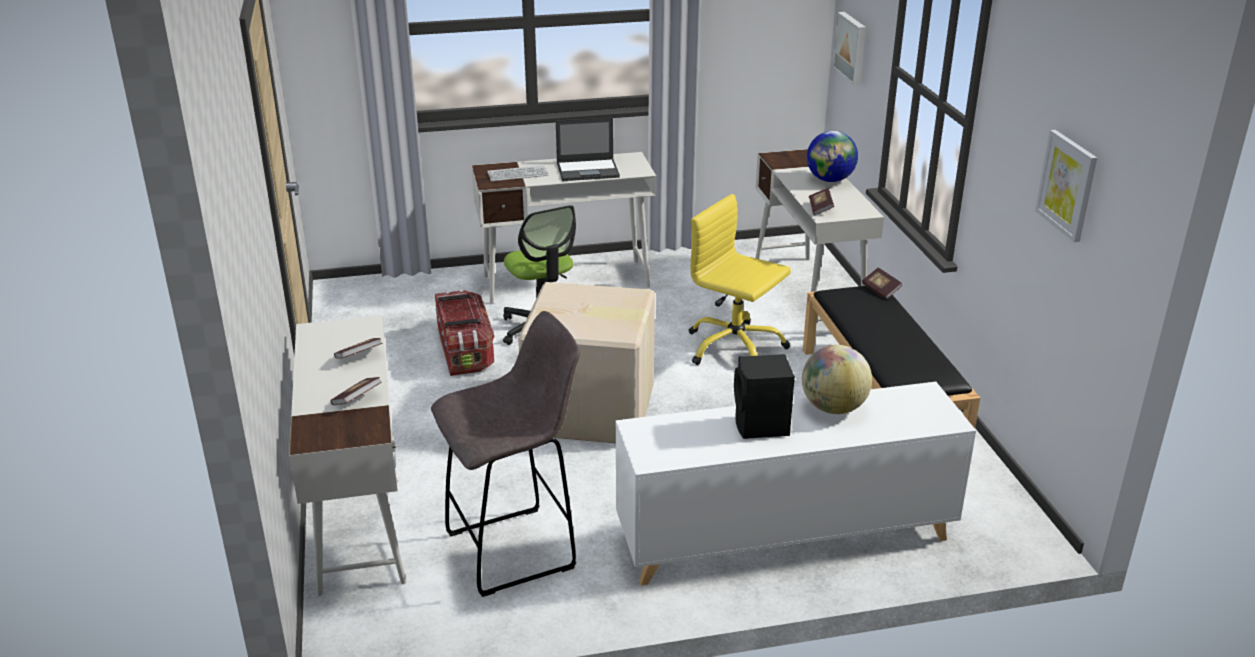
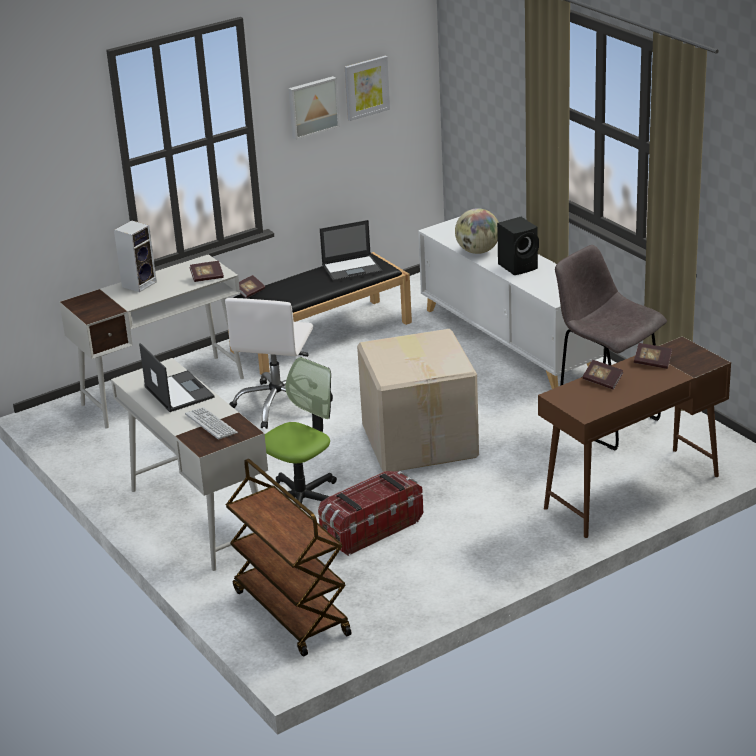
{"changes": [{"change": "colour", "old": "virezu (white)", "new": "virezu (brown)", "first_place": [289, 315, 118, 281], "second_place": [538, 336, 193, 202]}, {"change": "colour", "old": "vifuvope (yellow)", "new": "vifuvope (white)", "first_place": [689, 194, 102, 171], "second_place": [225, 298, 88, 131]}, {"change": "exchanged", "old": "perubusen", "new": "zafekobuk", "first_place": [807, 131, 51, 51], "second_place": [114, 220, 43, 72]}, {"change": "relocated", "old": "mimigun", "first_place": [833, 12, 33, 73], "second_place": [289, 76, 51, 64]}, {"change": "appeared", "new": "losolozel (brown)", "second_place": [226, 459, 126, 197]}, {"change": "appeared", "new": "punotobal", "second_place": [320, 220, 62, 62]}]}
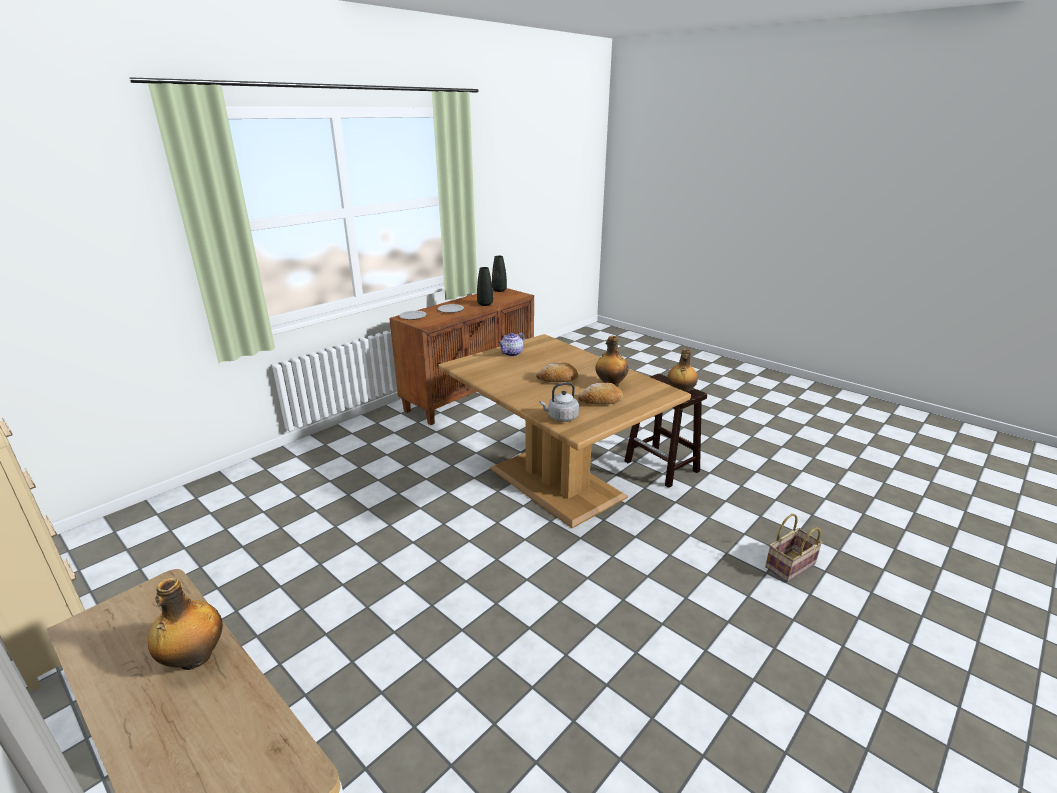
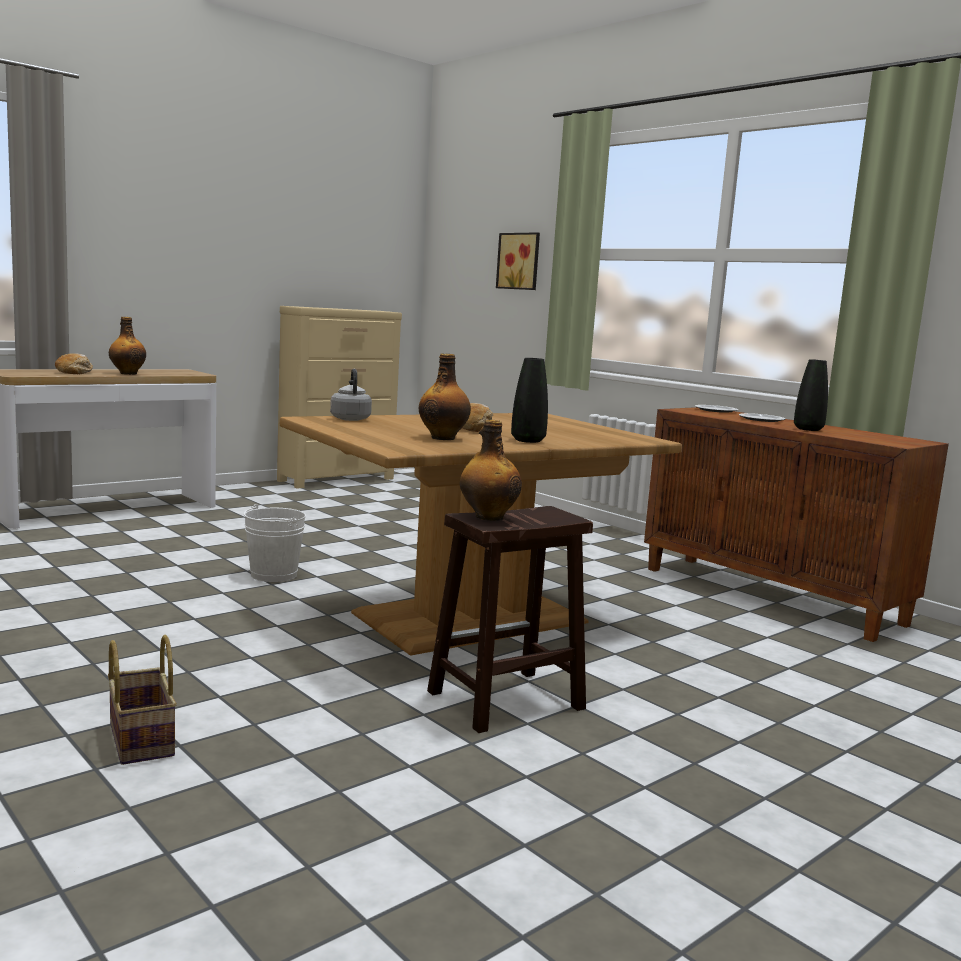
{"changes": [{"change": "relocated", "old": "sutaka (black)", "first_place": [492, 256, 15, 36], "second_place": [511, 358, 37, 85]}, {"change": "missing", "old": "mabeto", "first_place": [499, 332, 26, 24]}, {"change": "relocated", "old": "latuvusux", "first_place": [578, 383, 45, 22], "second_place": [55, 353, 38, 21]}, {"change": "appeared", "new": "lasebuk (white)", "second_place": [244, 504, 62, 78]}, {"change": "appeared", "new": "mimigun", "second_place": [496, 232, 44, 58]}]}
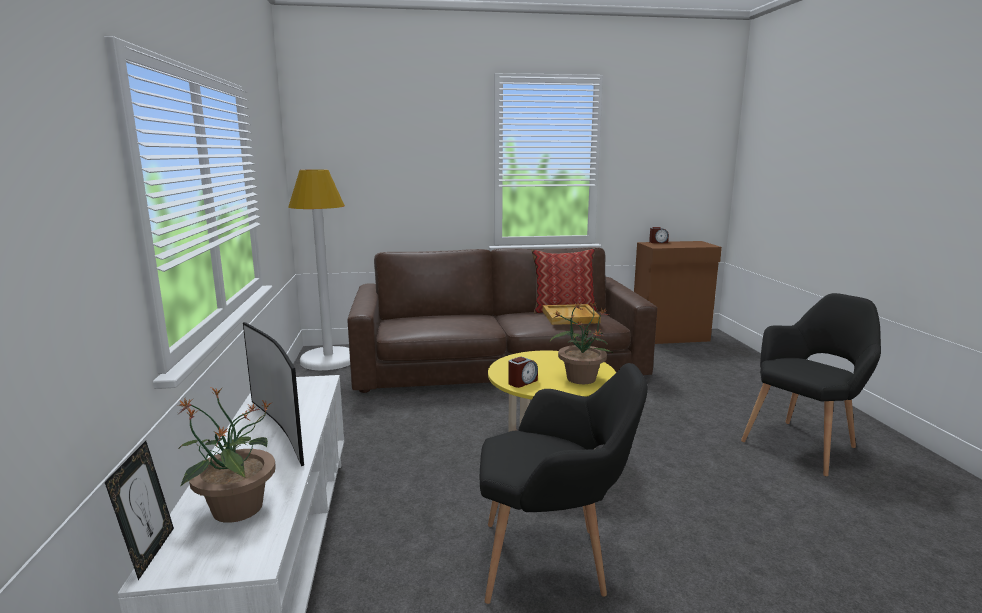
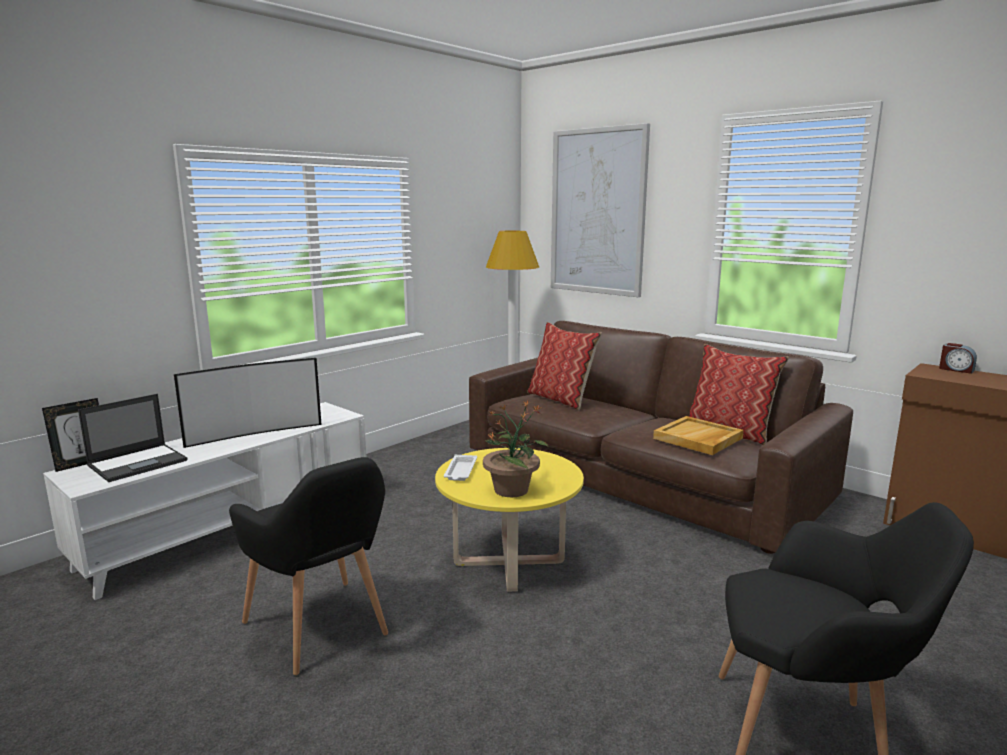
{"changes": [{"change": "exchanged", "old": "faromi", "new": "punotobal", "first_place": [177, 387, 99, 136], "second_place": [78, 394, 109, 88]}, {"change": "spun", "old": "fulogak", "first_place": [243, 322, 61, 144], "second_place": [174, 358, 148, 90], "degrees": -135}, {"change": "exchanged", "old": "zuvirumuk", "new": "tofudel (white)", "first_place": [508, 357, 30, 31], "second_place": [444, 455, 33, 26]}, {"change": "appeared", "new": "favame", "second_place": [527, 322, 75, 89]}, {"change": "appeared", "new": "mimigun", "second_place": [551, 123, 99, 174]}]}
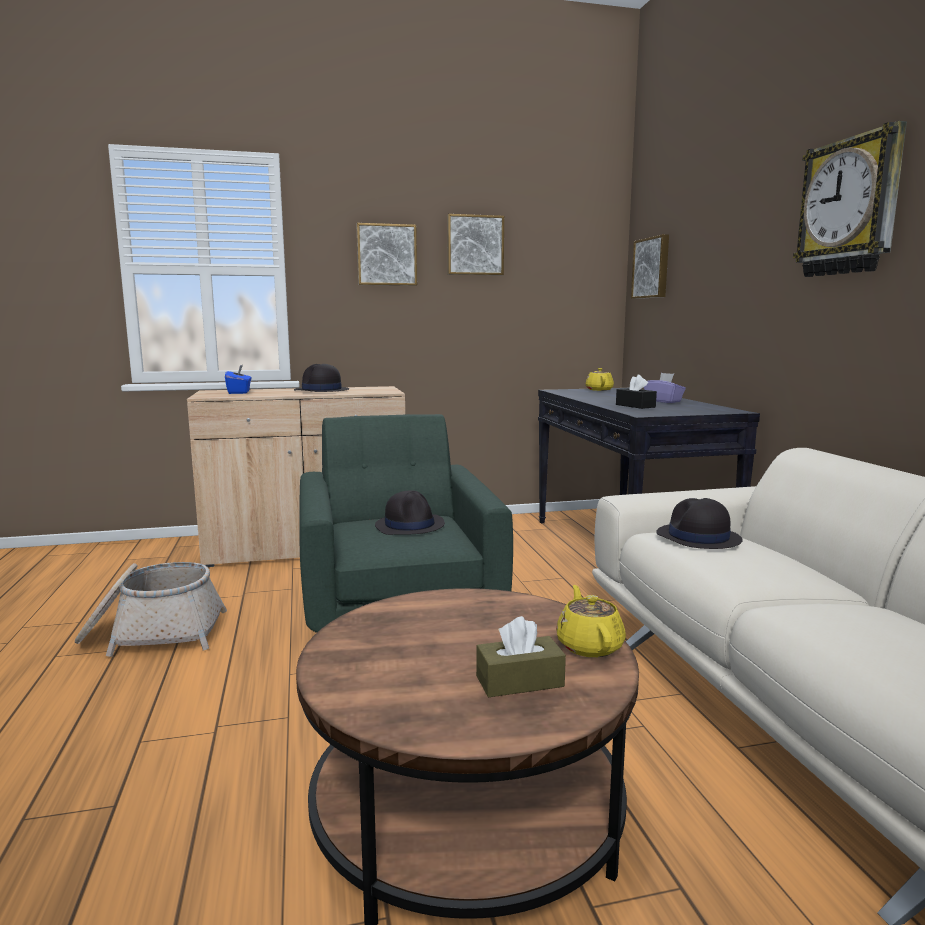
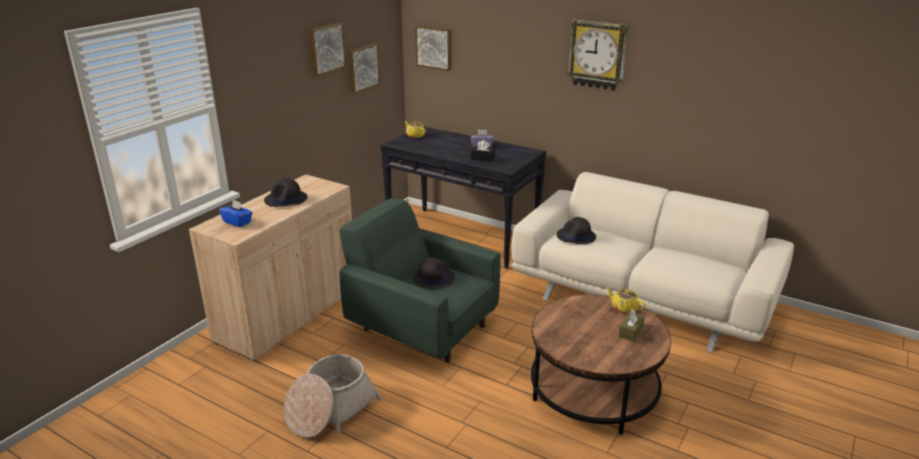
{"changes": [{"change": "relocated", "old": "mimigun", "first_place": [356, 223, 61, 63], "second_place": [348, 43, 32, 51]}]}
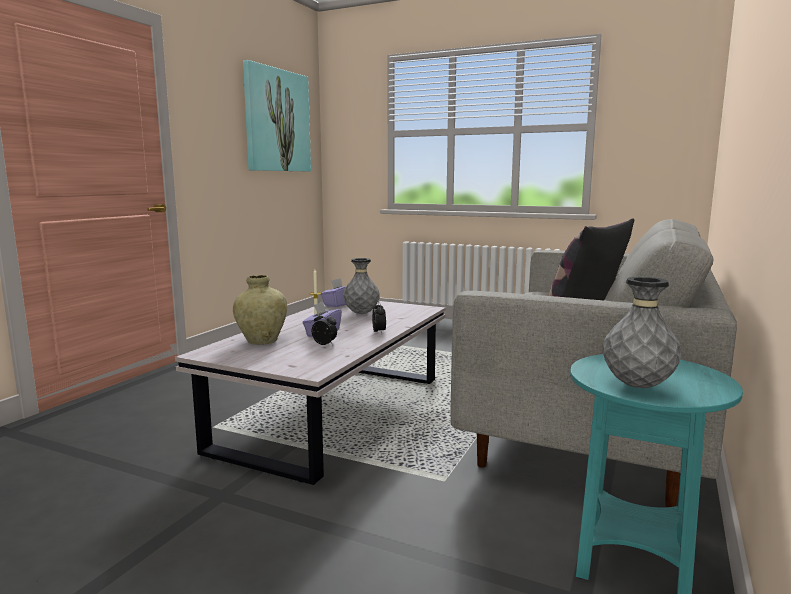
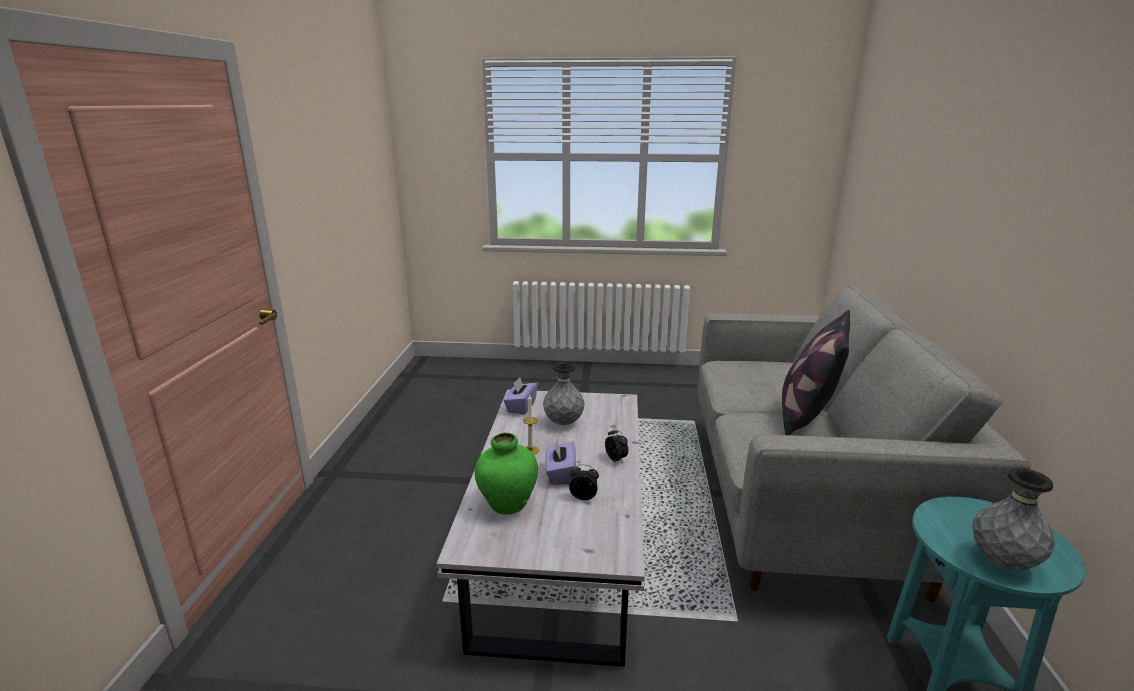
{"changes": [{"change": "colour", "old": "sutaka (beige)", "new": "sutaka (green)", "first_place": [233, 275, 54, 70], "second_place": [475, 432, 63, 83]}, {"change": "missing", "old": "mimigun", "first_place": [243, 60, 68, 112]}]}
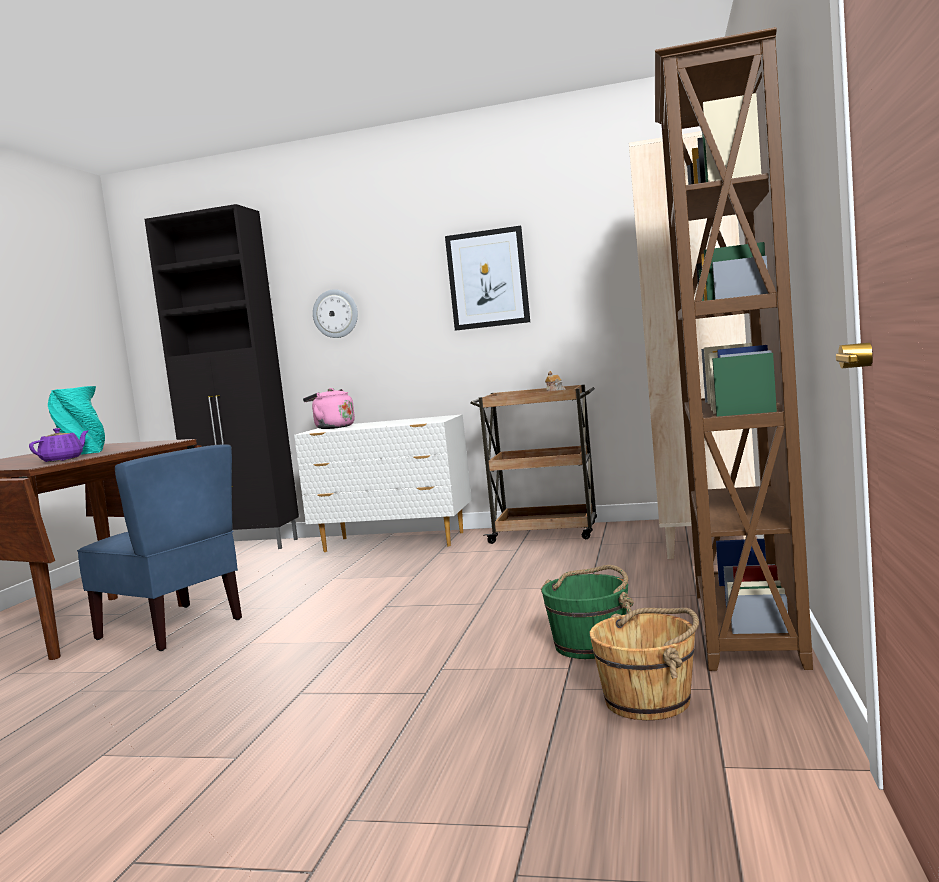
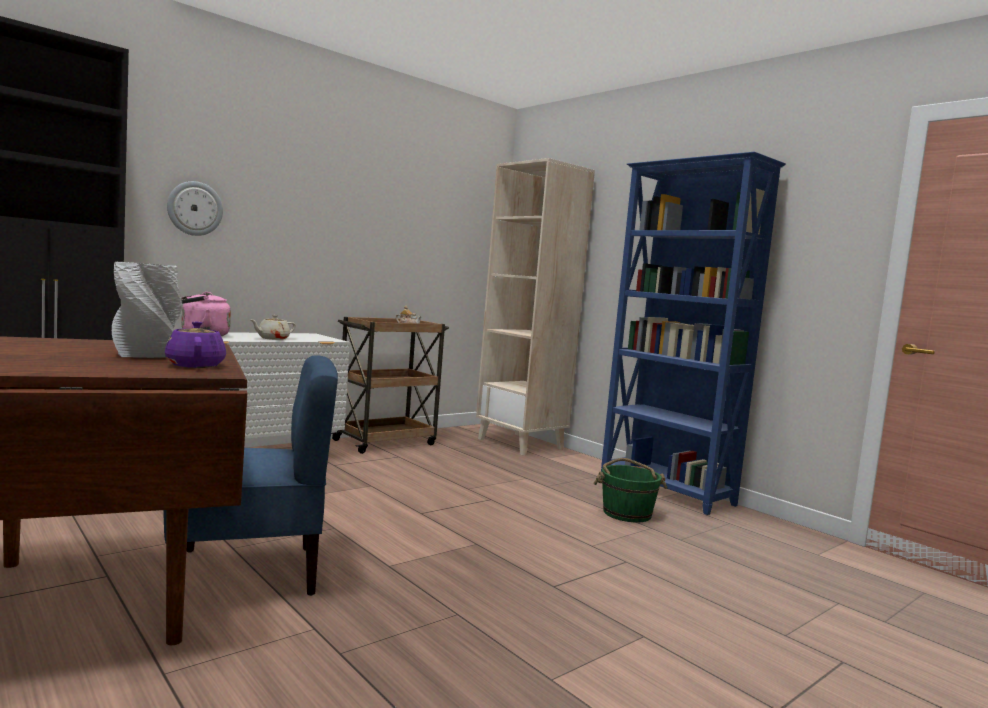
{"changes": [{"change": "colour", "old": "sutaka (turquoise)", "new": "sutaka (grey)", "first_place": [48, 386, 57, 69], "second_place": [112, 262, 70, 96]}, {"change": "missing", "old": "mimigun", "first_place": [445, 226, 85, 105]}, {"change": "missing", "old": "lasebuk (brown)", "first_place": [590, 608, 109, 112]}, {"change": "colour", "old": "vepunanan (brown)", "new": "vepunanan (blue)", "first_place": [655, 27, 158, 644], "second_place": [601, 151, 185, 364]}, {"change": "appeared", "new": "mabeto (beige)", "second_place": [251, 315, 45, 25]}]}
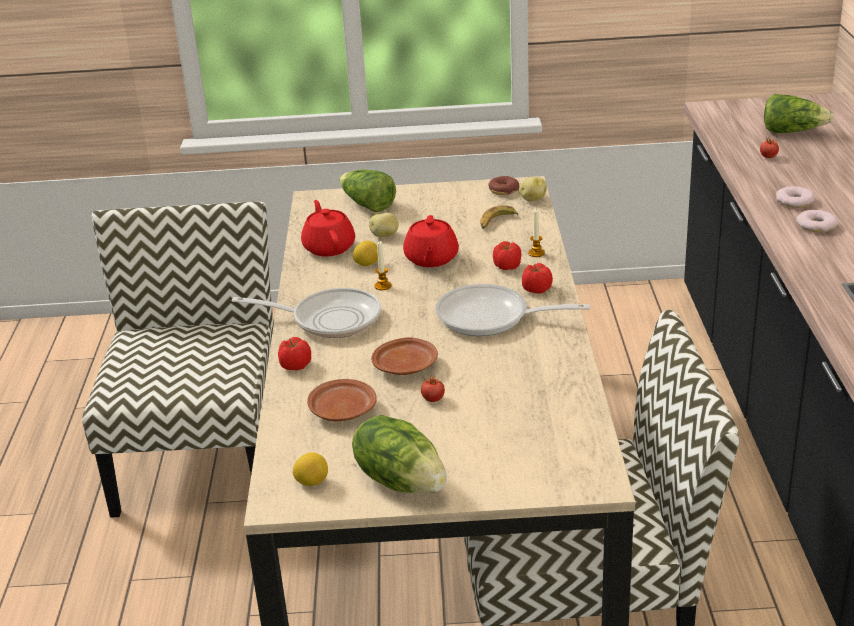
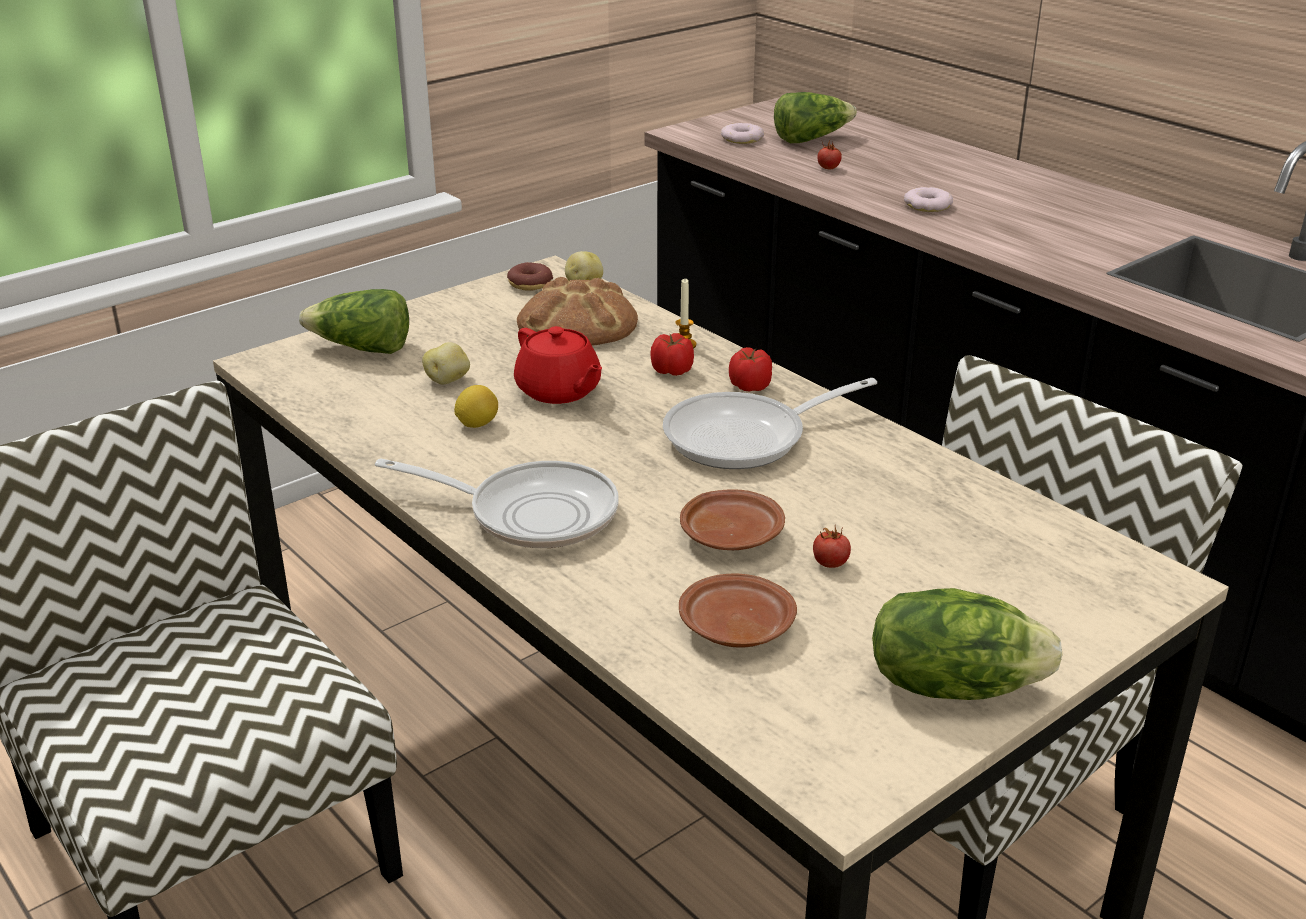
{"changes": [{"change": "spun", "old": "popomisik", "first_place": [232, 288, 149, 50], "second_place": [375, 458, 243, 90], "degrees": 45}, {"change": "missing", "old": "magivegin", "first_place": [278, 337, 33, 34]}, {"change": "missing", "old": "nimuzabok", "first_place": [293, 452, 35, 34]}, {"change": "missing", "old": "mabeto (red)", "first_place": [301, 200, 54, 57]}, {"change": "missing", "old": "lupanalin", "first_place": [374, 241, 18, 49]}, {"change": "exchanged", "old": "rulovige", "new": "latuvusux", "first_place": [480, 205, 39, 24], "second_place": [517, 277, 121, 69]}, {"change": "relocated", "old": "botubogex", "first_place": [796, 210, 42, 22], "second_place": [721, 123, 43, 21]}]}
